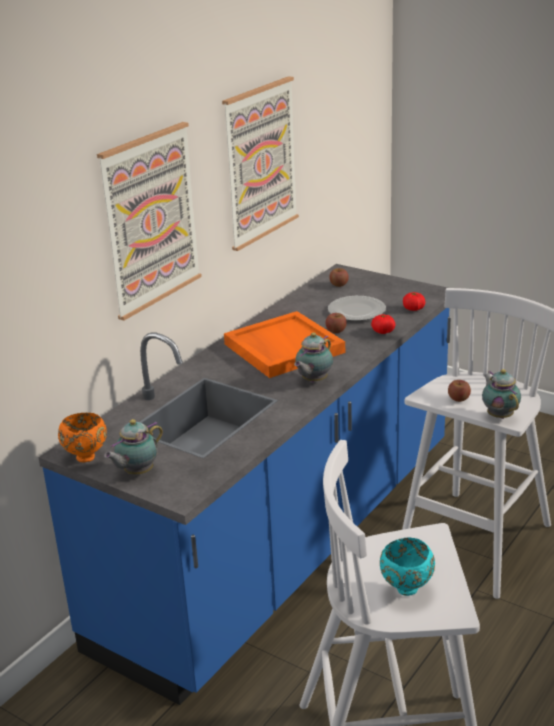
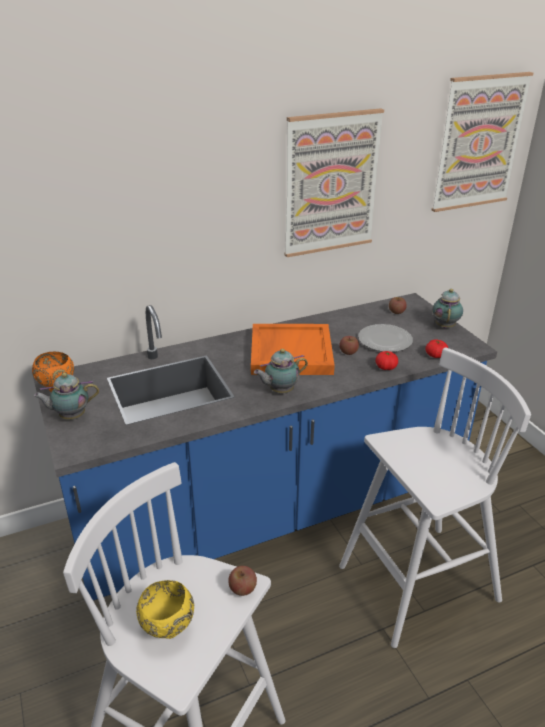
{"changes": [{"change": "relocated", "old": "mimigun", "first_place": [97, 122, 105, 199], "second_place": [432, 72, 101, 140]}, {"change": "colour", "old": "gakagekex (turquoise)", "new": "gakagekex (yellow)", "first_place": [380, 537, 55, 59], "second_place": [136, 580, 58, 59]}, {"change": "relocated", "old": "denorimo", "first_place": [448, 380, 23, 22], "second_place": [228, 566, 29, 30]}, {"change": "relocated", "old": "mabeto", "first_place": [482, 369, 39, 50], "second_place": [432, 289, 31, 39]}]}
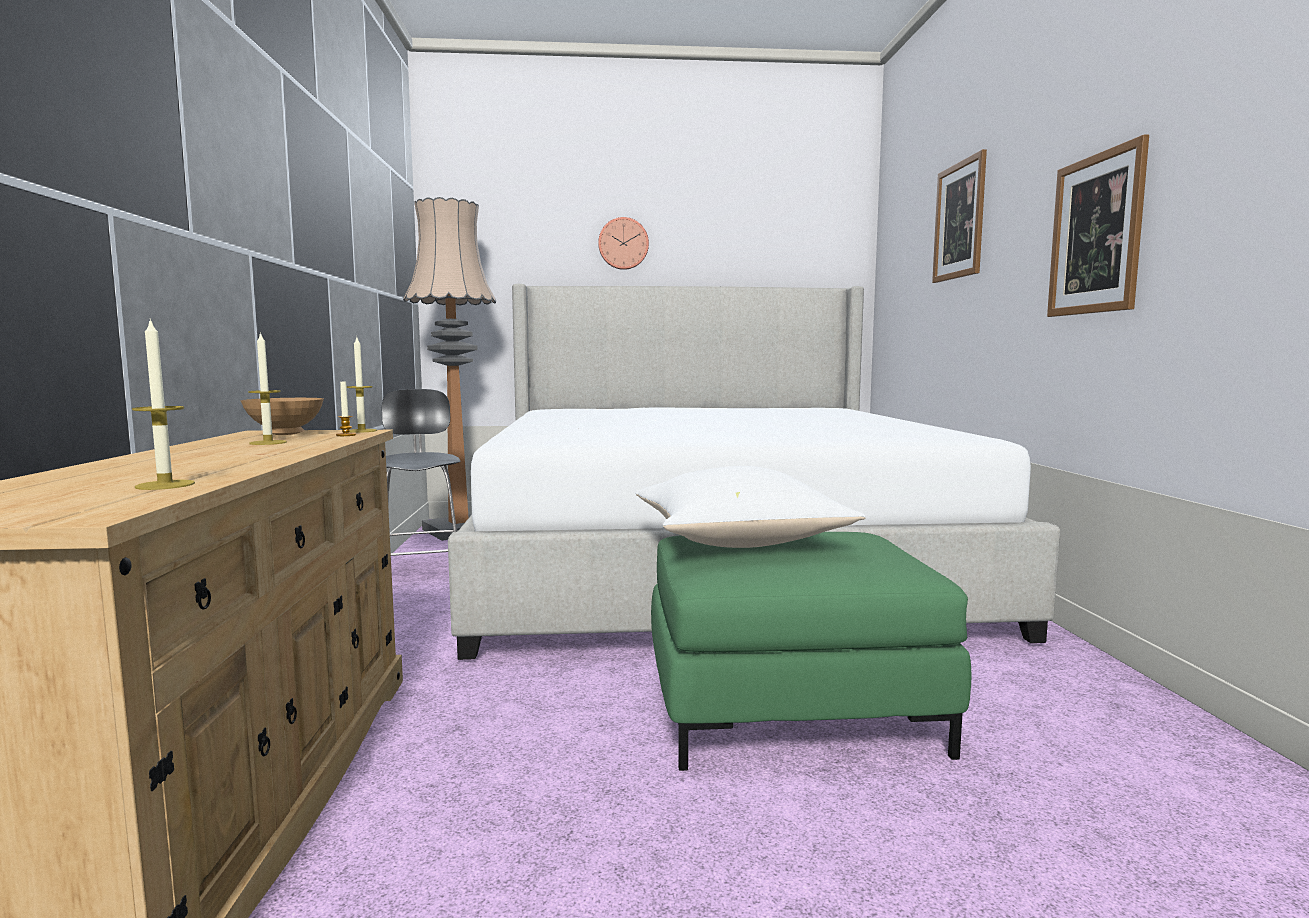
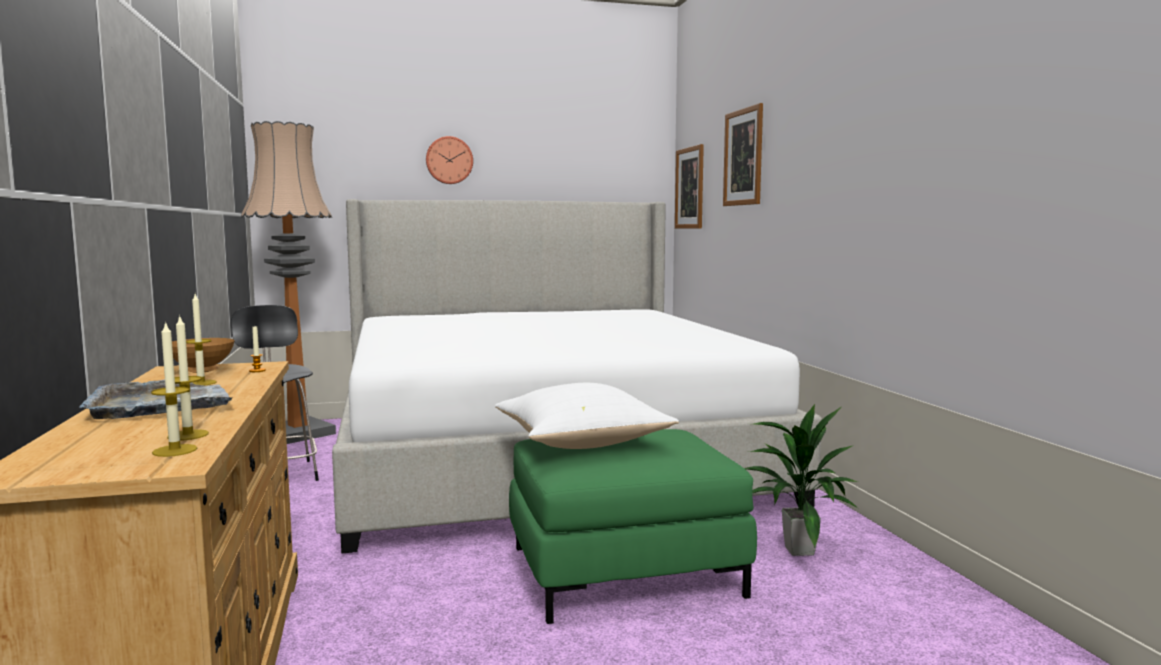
{"changes": [{"change": "relocated", "old": "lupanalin", "first_place": [347, 337, 30, 96], "second_place": [151, 321, 46, 136]}, {"change": "relocated", "old": "mimigun", "first_place": [1047, 135, 102, 182], "second_place": [675, 144, 29, 85]}, {"change": "appeared", "new": "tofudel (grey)", "second_place": [79, 380, 153, 39]}, {"change": "appeared", "new": "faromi", "second_place": [744, 404, 114, 152]}]}
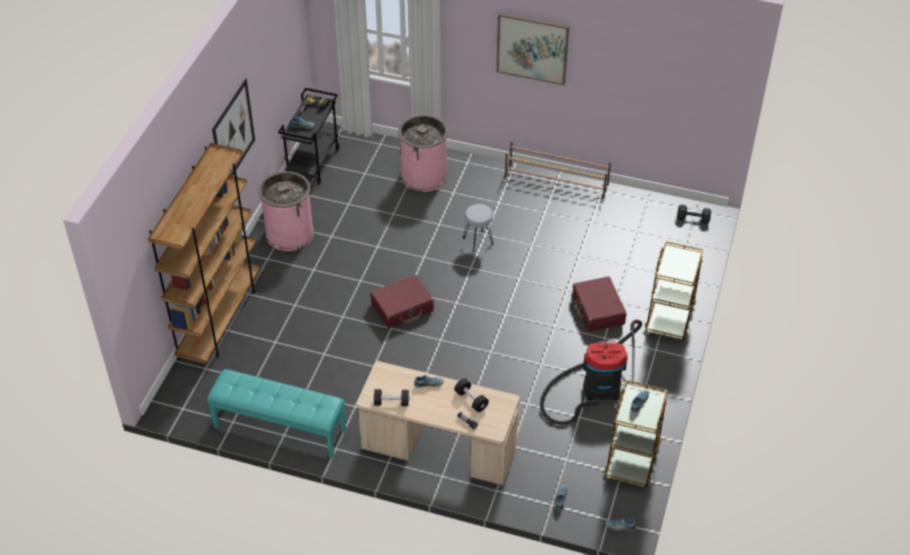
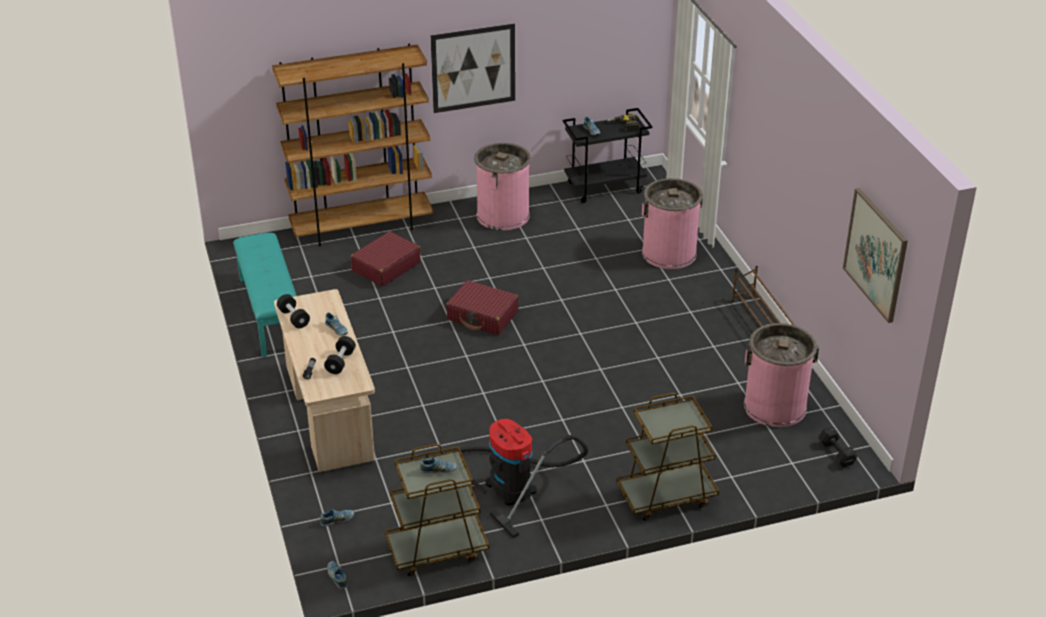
{"changes": [{"change": "missing", "old": "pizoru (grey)", "first_place": [463, 204, 31, 48]}, {"change": "relocated", "old": "mimigun", "first_place": [496, 13, 73, 72], "second_place": [843, 188, 65, 135]}, {"change": "relocated", "old": "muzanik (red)", "first_place": [573, 277, 54, 55], "second_place": [351, 231, 70, 56]}, {"change": "appeared", "new": "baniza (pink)", "second_place": [744, 323, 75, 104]}]}
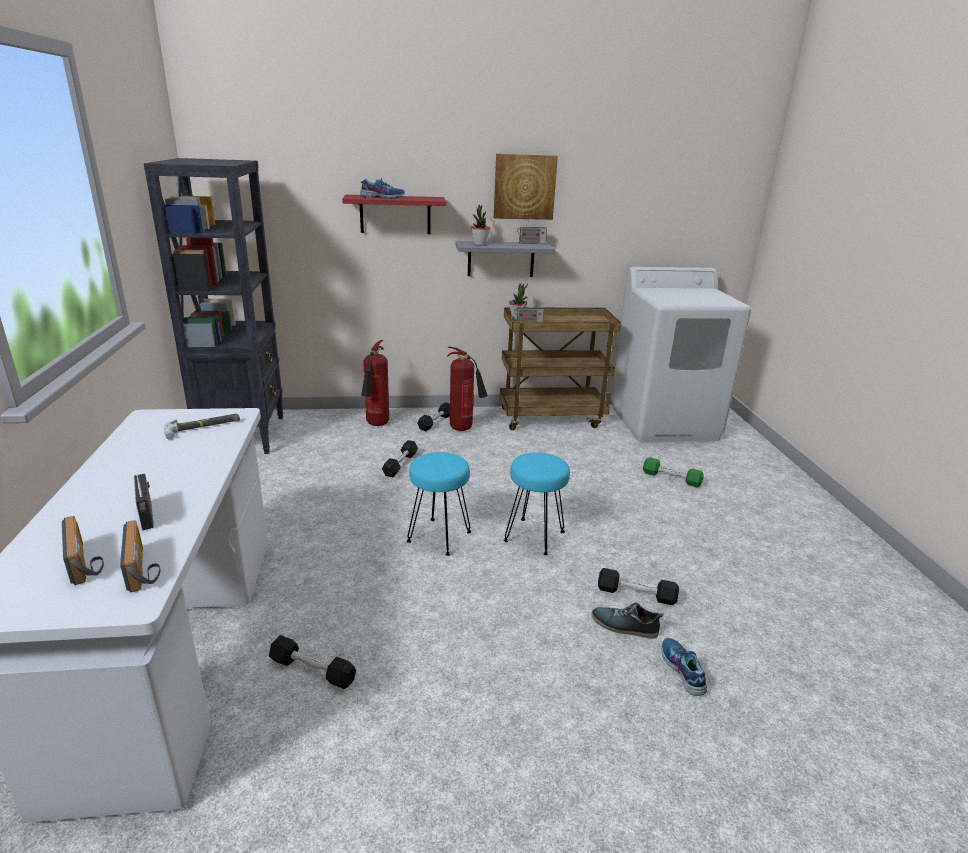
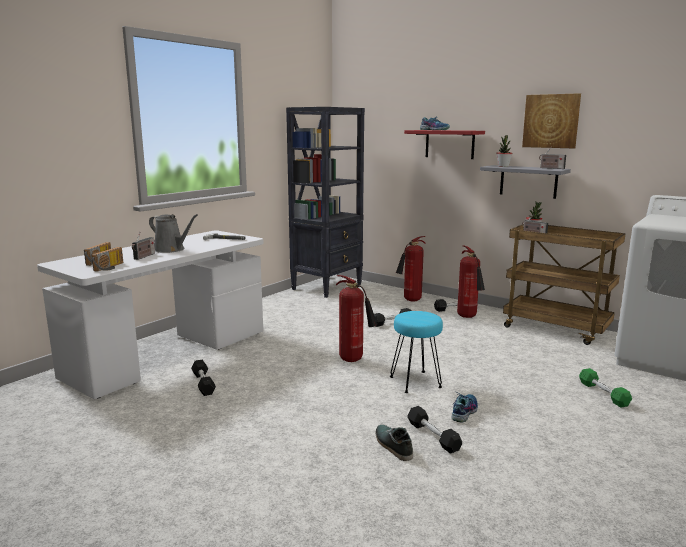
{"changes": [{"change": "exchanged", "old": "pizoru (turquoise)", "new": "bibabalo", "first_place": [407, 452, 64, 104], "second_place": [336, 275, 41, 87]}, {"change": "relocated", "old": "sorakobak", "first_place": [661, 638, 46, 58], "second_place": [452, 391, 26, 32]}, {"change": "appeared", "new": "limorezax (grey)", "second_place": [149, 214, 49, 39]}]}
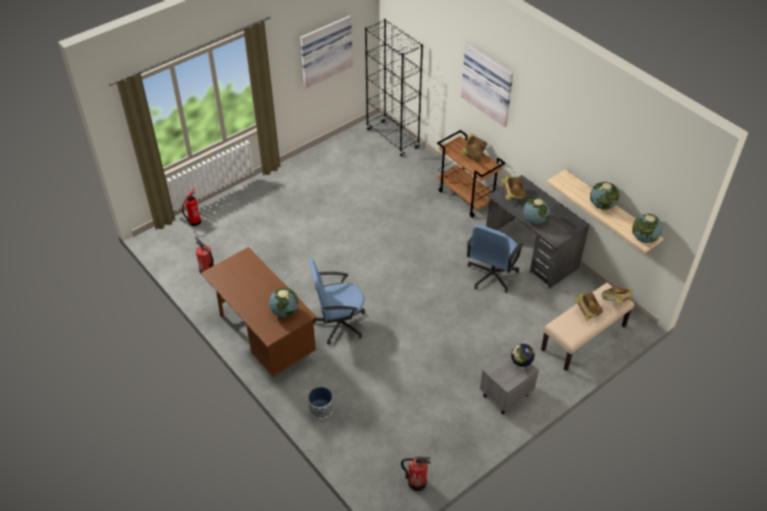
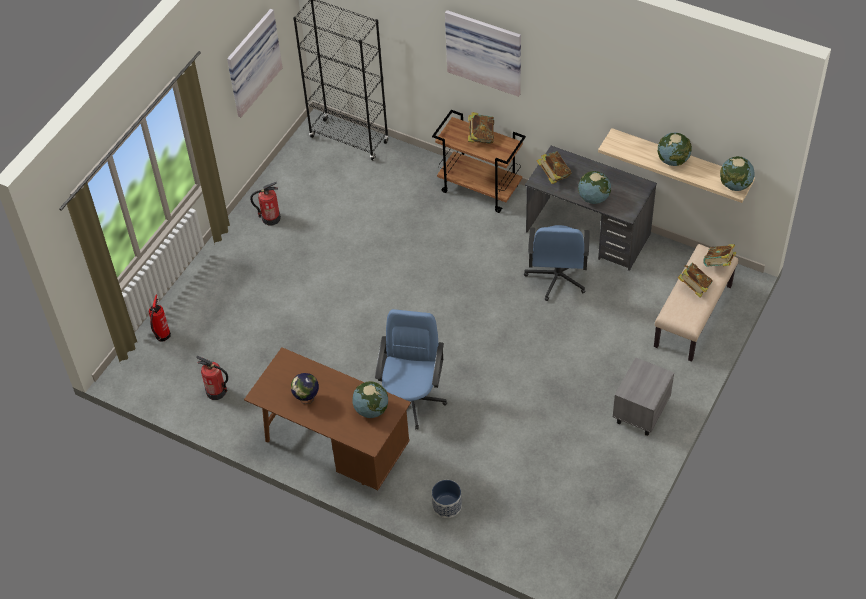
{"changes": [{"change": "spun", "old": "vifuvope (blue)", "first_place": [309, 258, 56, 87], "second_place": [375, 309, 72, 121], "degrees": 135}, {"change": "relocated", "old": "bibabalo", "first_place": [401, 456, 30, 35], "second_place": [250, 182, 31, 43]}, {"change": "relocated", "old": "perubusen", "first_place": [511, 344, 24, 27], "second_place": [291, 373, 28, 31]}]}
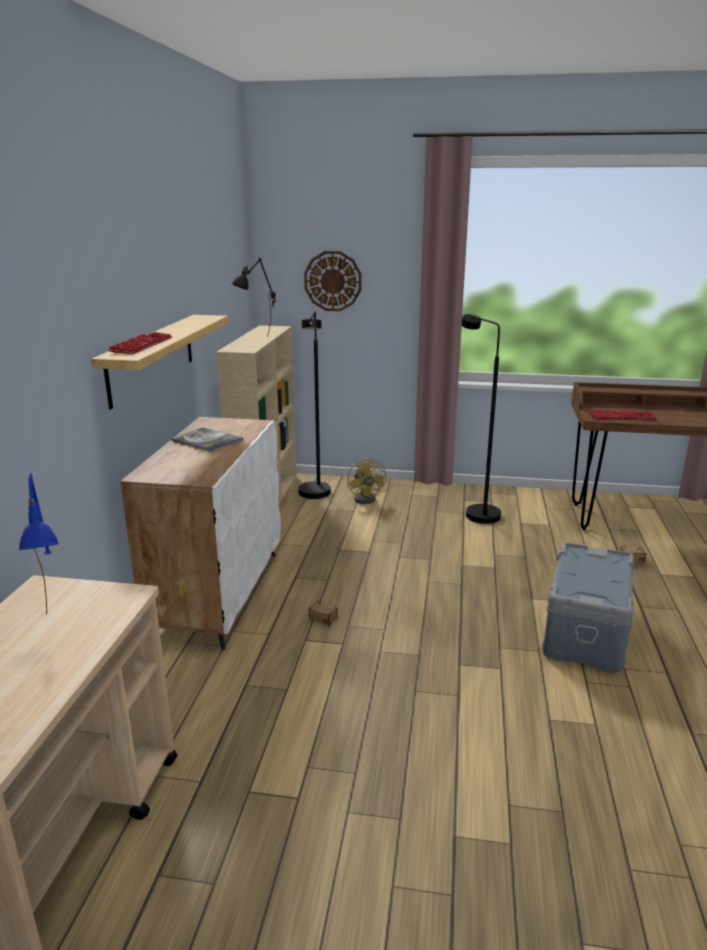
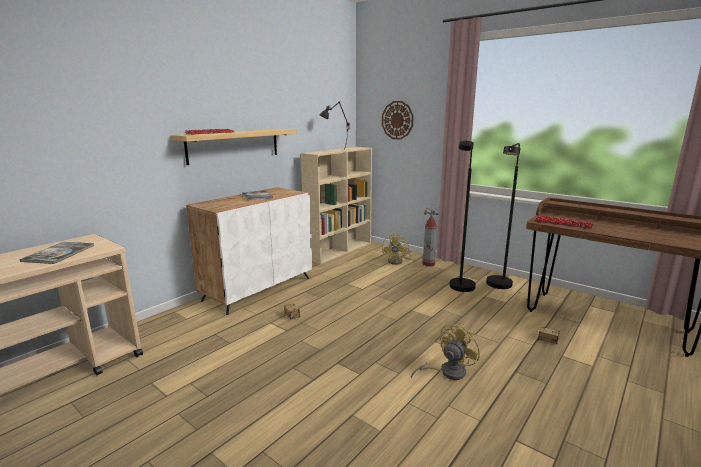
{"changes": [{"change": "exchanged", "old": "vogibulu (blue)", "new": "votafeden", "first_place": [19, 473, 40, 141], "second_place": [20, 242, 74, 22]}, {"change": "relocated", "old": "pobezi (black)", "first_place": [298, 311, 33, 188], "second_place": [486, 143, 35, 146]}, {"change": "exchanged", "old": "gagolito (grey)", "new": "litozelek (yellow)", "first_place": [542, 542, 93, 130], "second_place": [411, 323, 70, 57]}, {"change": "appeared", "new": "bibabalo", "second_place": [422, 208, 17, 59]}]}
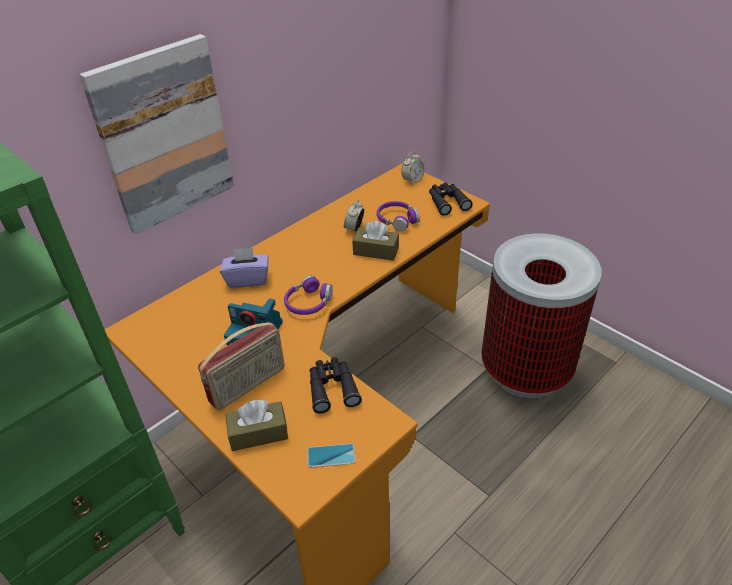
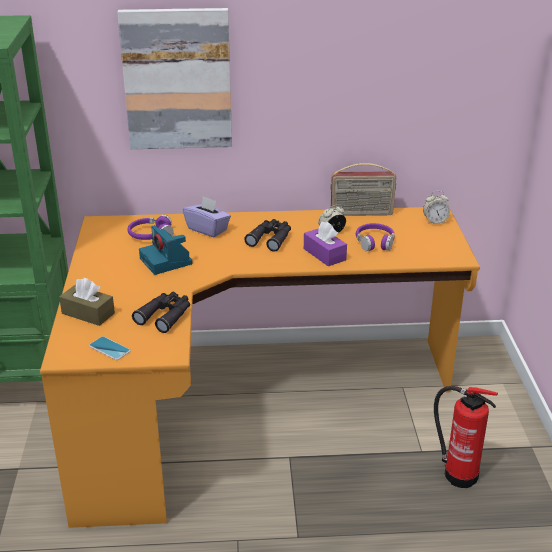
{"changes": [{"change": "relocated", "old": "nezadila", "first_place": [198, 322, 87, 88], "second_place": [330, 163, 66, 53]}, {"change": "relocated", "old": "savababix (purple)", "first_place": [284, 275, 49, 40], "second_place": [128, 215, 46, 25]}, {"change": "colour", "old": "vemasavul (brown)", "new": "vemasavul (purple)", "first_place": [352, 221, 47, 40], "second_place": [304, 222, 43, 45]}, {"change": "relocated", "old": "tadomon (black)", "first_place": [429, 182, 44, 34], "second_place": [244, 219, 47, 33]}, {"change": "exchanged", "old": "baniza", "new": "bibabalo", "first_place": [481, 234, 121, 164], "second_place": [434, 386, 64, 102]}]}
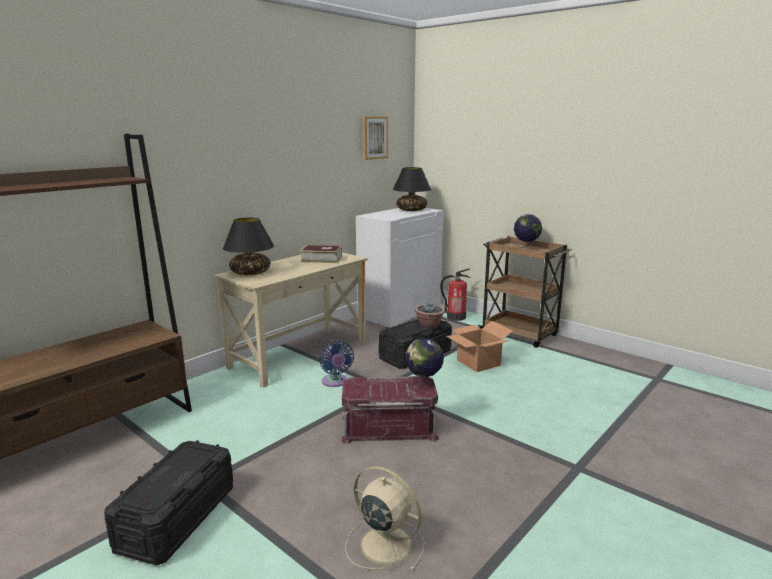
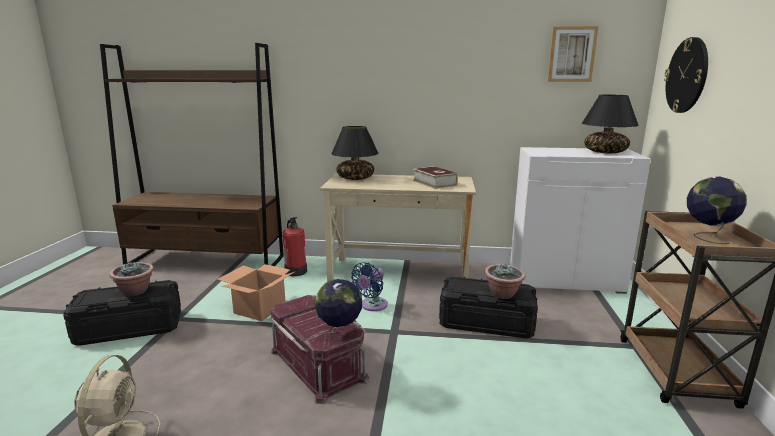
{"changes": [{"change": "relocated", "old": "bibabalo", "first_place": [440, 269, 30, 52], "second_place": [283, 217, 24, 59]}, {"change": "relocated", "old": "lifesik", "first_place": [446, 321, 67, 51], "second_place": [217, 264, 79, 57]}, {"change": "appeared", "new": "faromi", "second_place": [109, 262, 45, 34]}, {"change": "appeared", "new": "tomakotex", "second_place": [664, 37, 44, 76]}]}
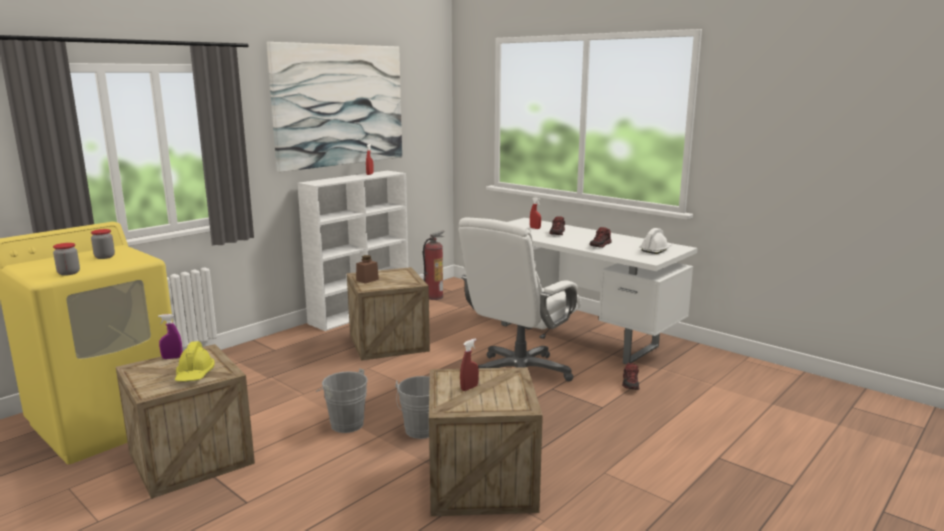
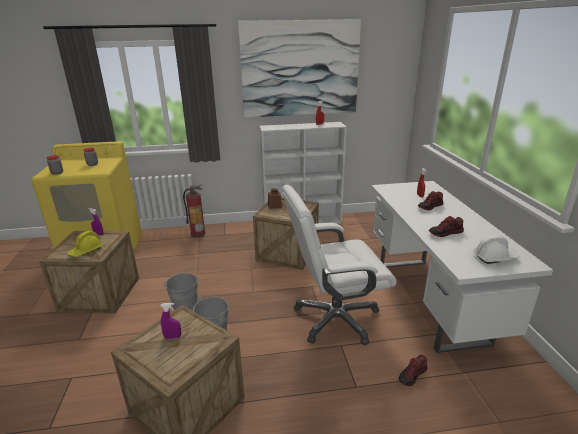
{"changes": [{"change": "relocated", "old": "bibabalo", "first_place": [423, 231, 22, 69], "second_place": [183, 184, 22, 54]}, {"change": "colour", "old": "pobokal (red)", "new": "pobokal (purple)", "first_place": [460, 338, 19, 53], "second_place": [161, 303, 20, 36]}]}
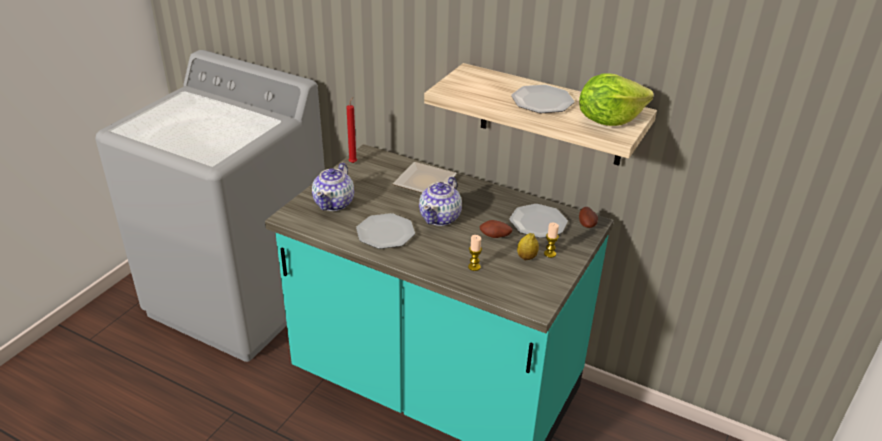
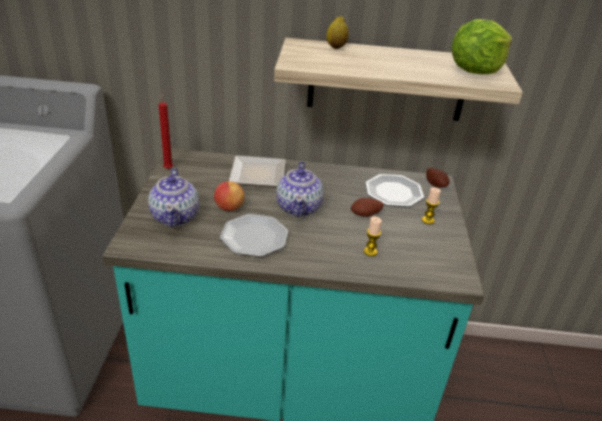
{"changes": [{"change": "missing", "old": "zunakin", "first_place": [511, 85, 63, 28]}, {"change": "relocated", "old": "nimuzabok", "first_place": [517, 233, 22, 27], "second_place": [326, 16, 23, 33]}, {"change": "appeared", "new": "denorimo", "second_place": [214, 181, 31, 30]}]}
